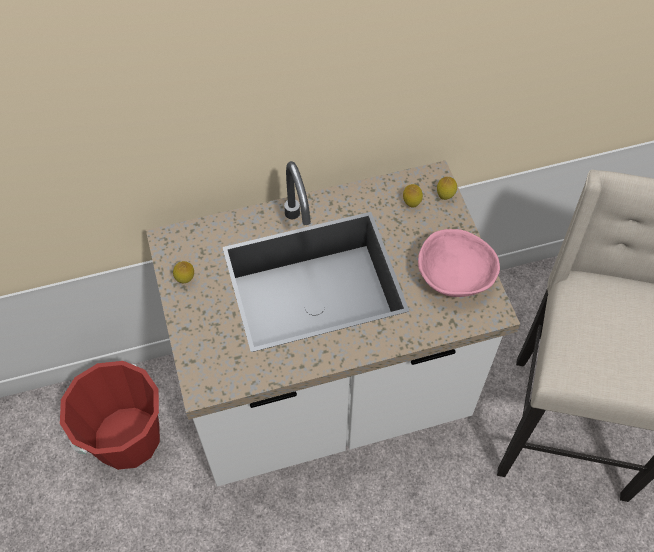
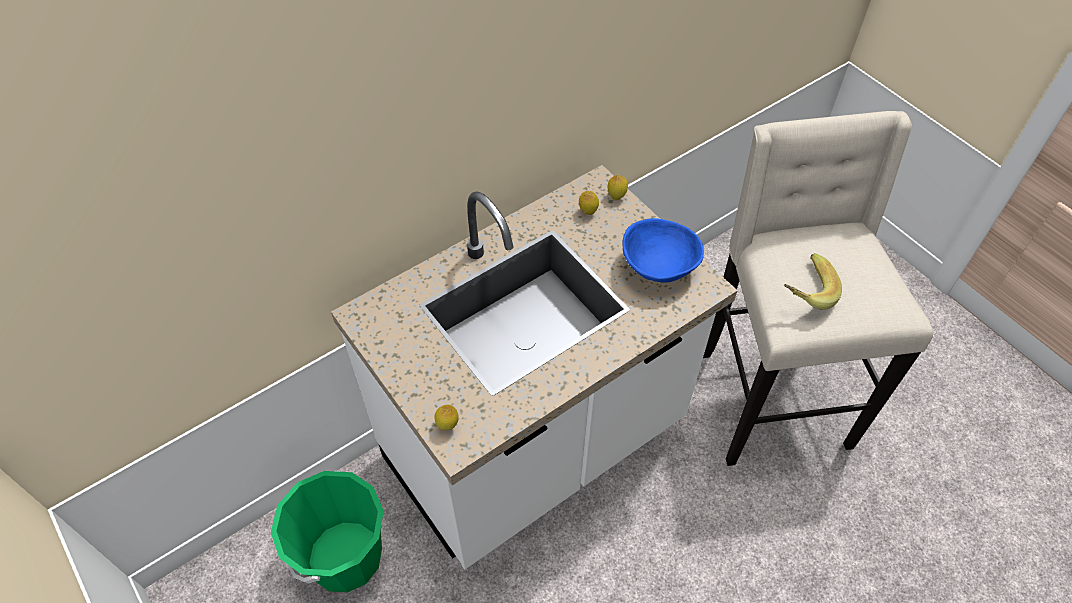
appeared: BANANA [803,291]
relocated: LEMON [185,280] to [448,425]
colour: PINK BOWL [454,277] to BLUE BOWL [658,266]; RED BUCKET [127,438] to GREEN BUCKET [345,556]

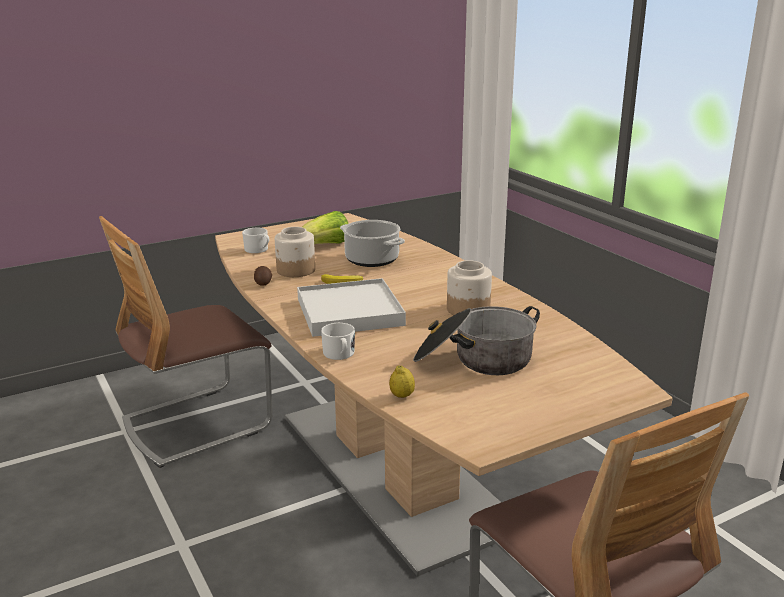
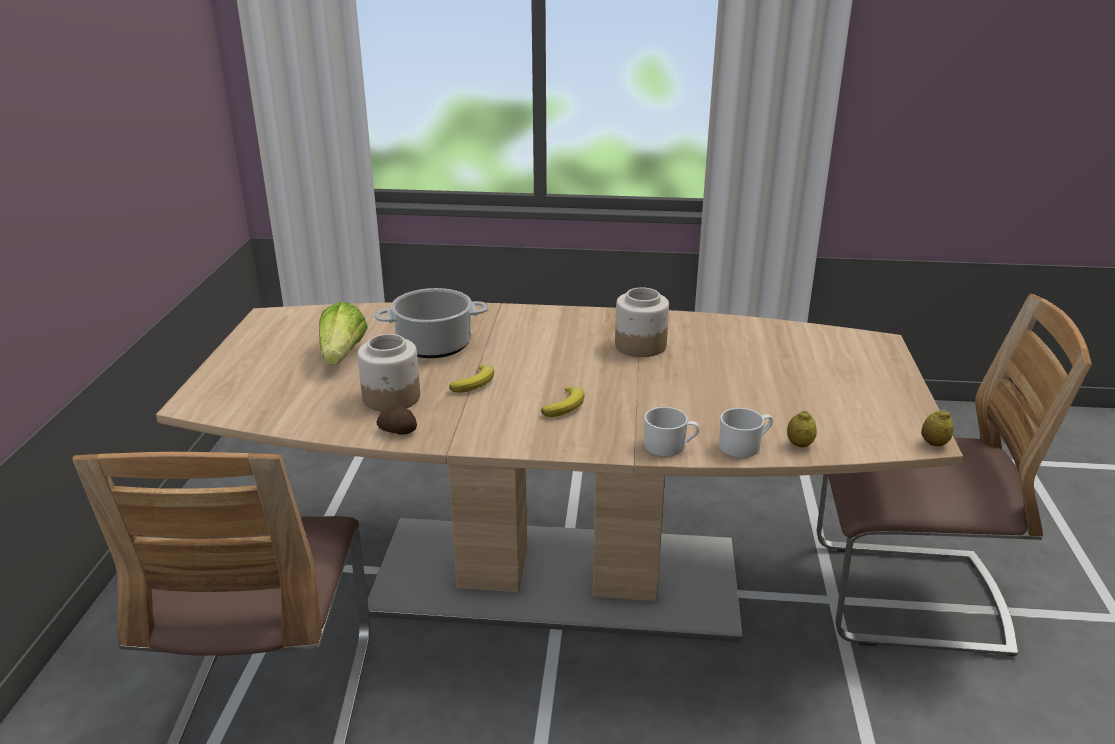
missing: COOKING POT [475,360]
appeared: LEMON [934,443]
relocated: WHITE MUG [258,250] to [744,446]
exchanged: WHITE TRAY [350,312] to BANANA [566,405]

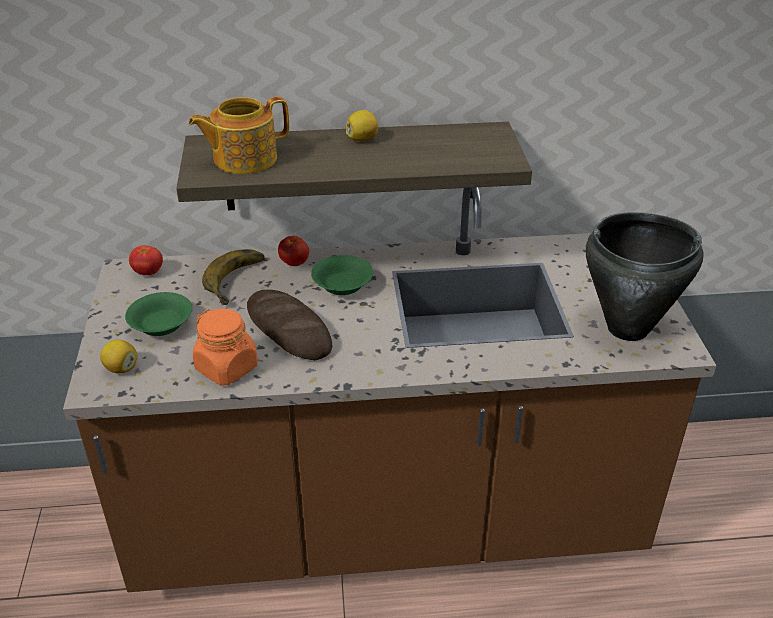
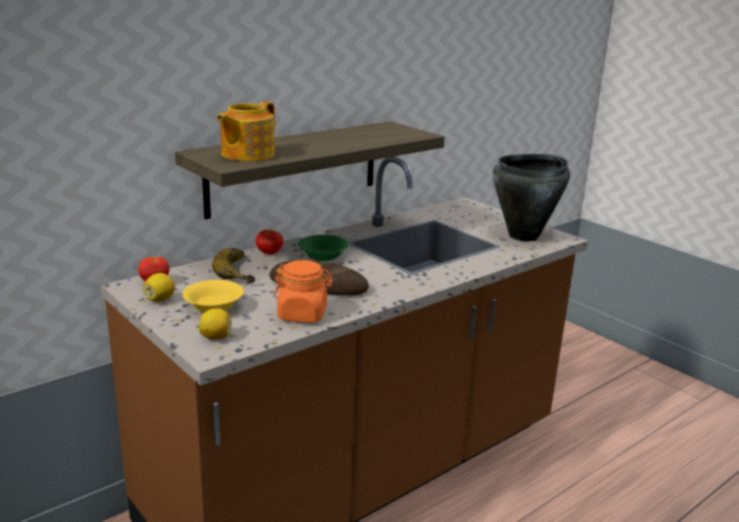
relocated: LEMON [362,139] to [160,299]
colour: GREEN BOWL [162,326] to YELLOW BOWL [214,307]

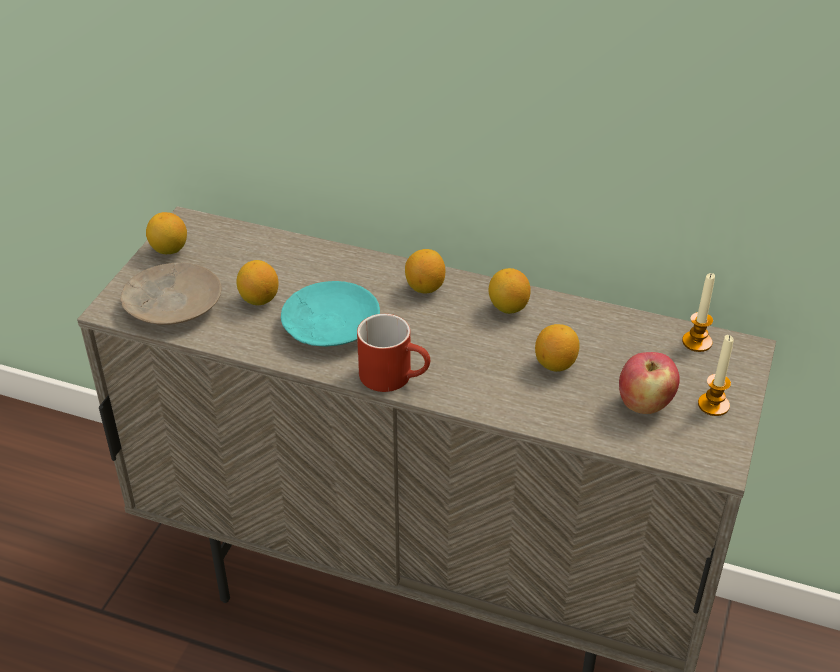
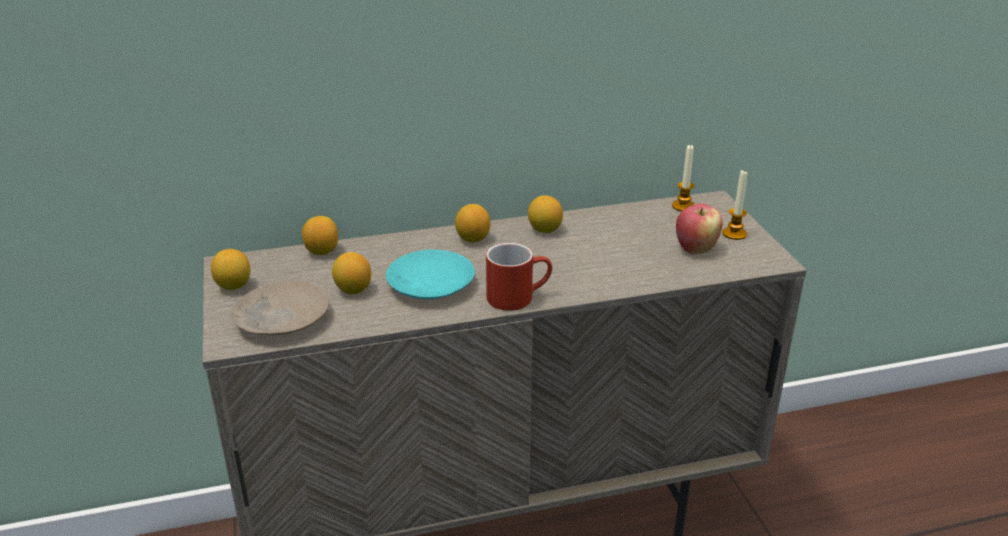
relocated: LEMON [555,364] to [322,251]

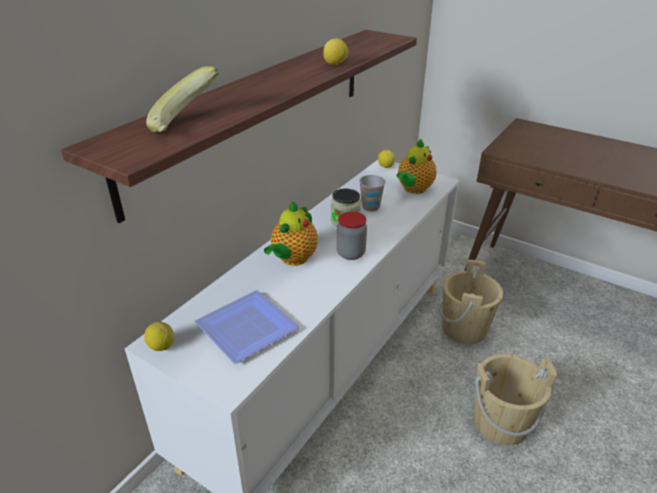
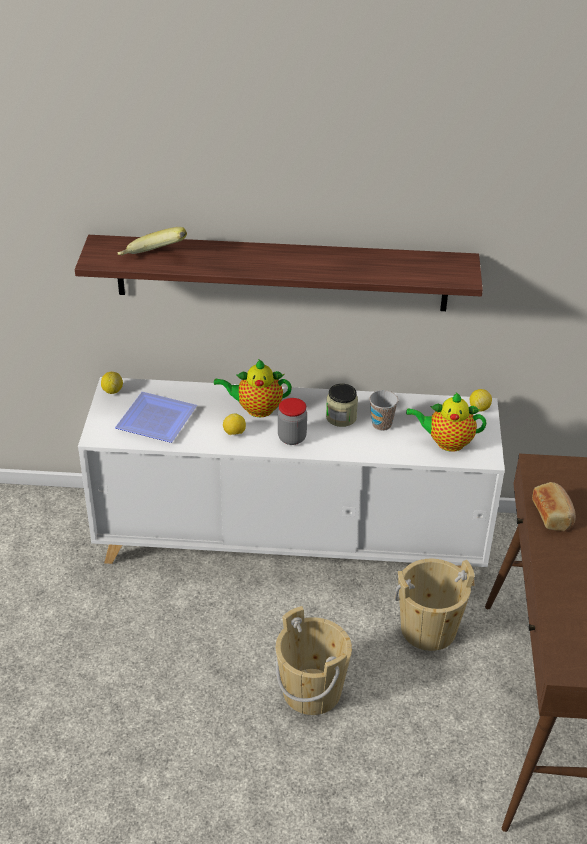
appeared: BREAD [553,514]
relocated: LEMON [335,65] to [234,433]

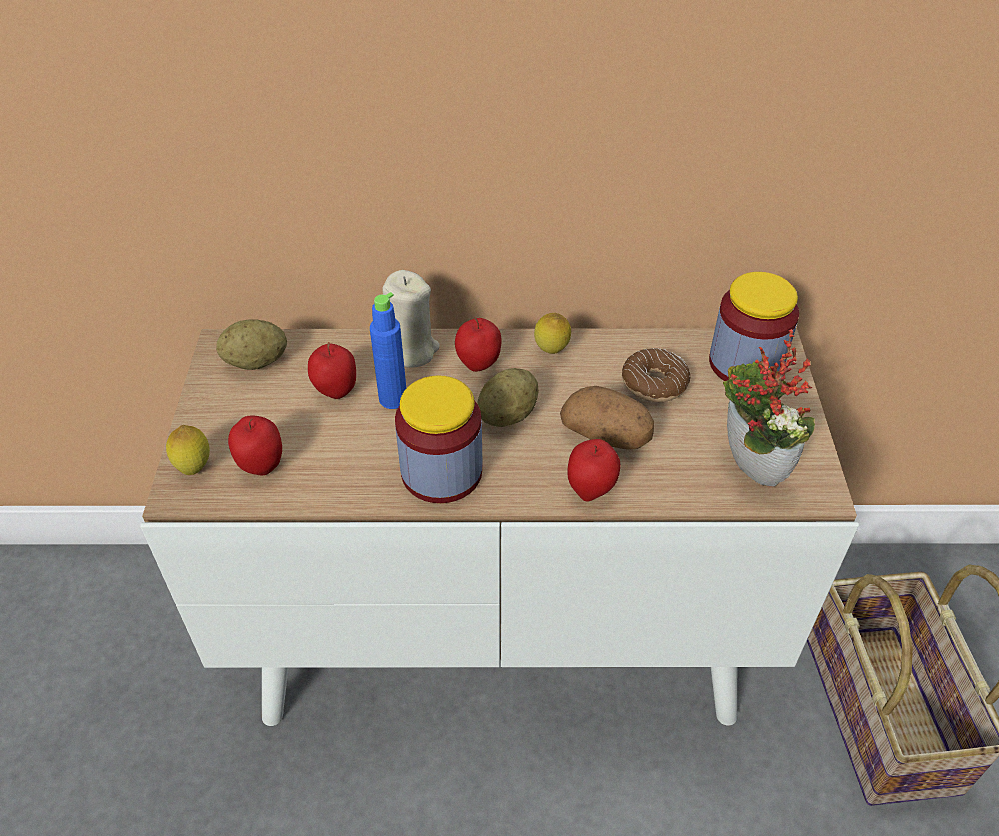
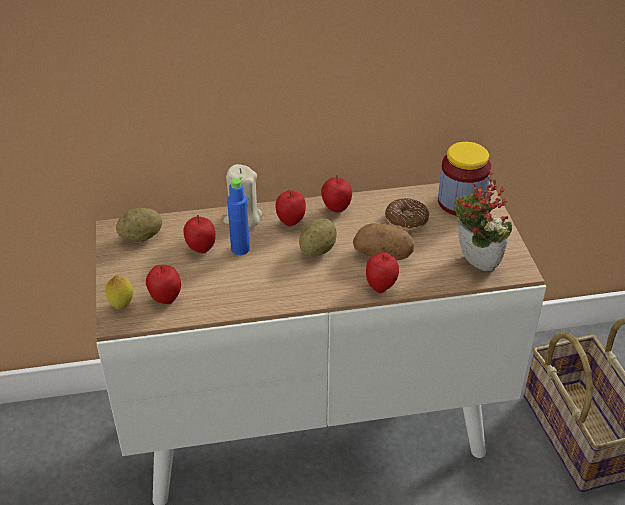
missing: JAR [441,472]
exchanged: LEMON [551,352] to APPLE [336,209]

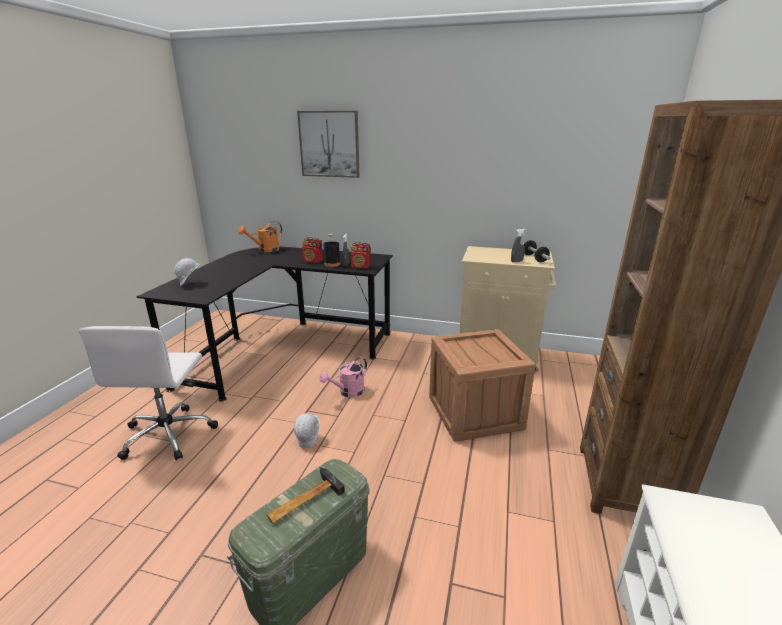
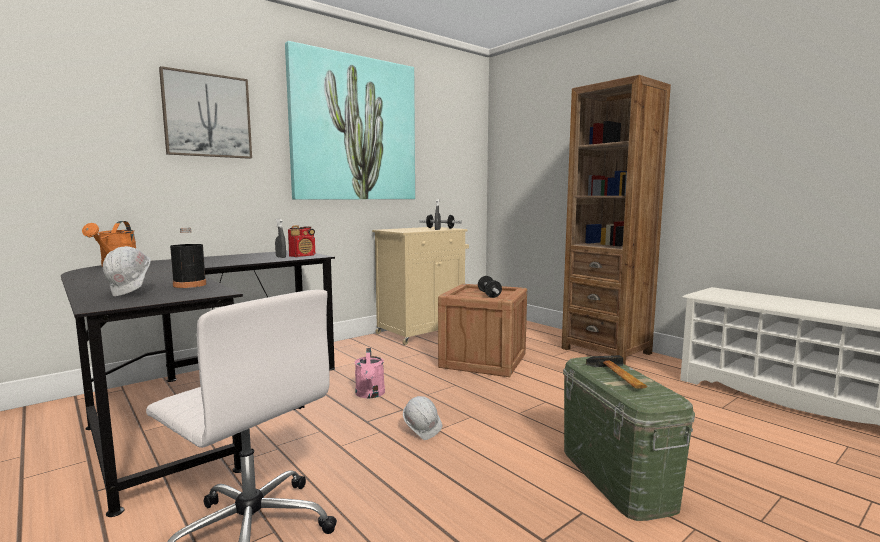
missing: RADIO [313,261]
appeared: PICTURE [354,129]; DUMBBELL [489,294]
relocated: BLACK BOTTLE [332,264] to [189,285]

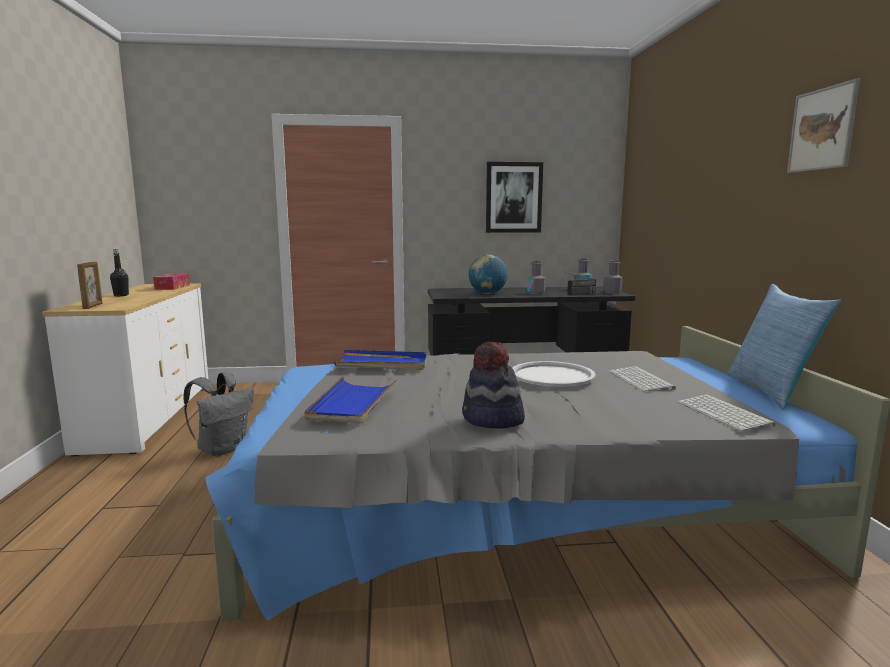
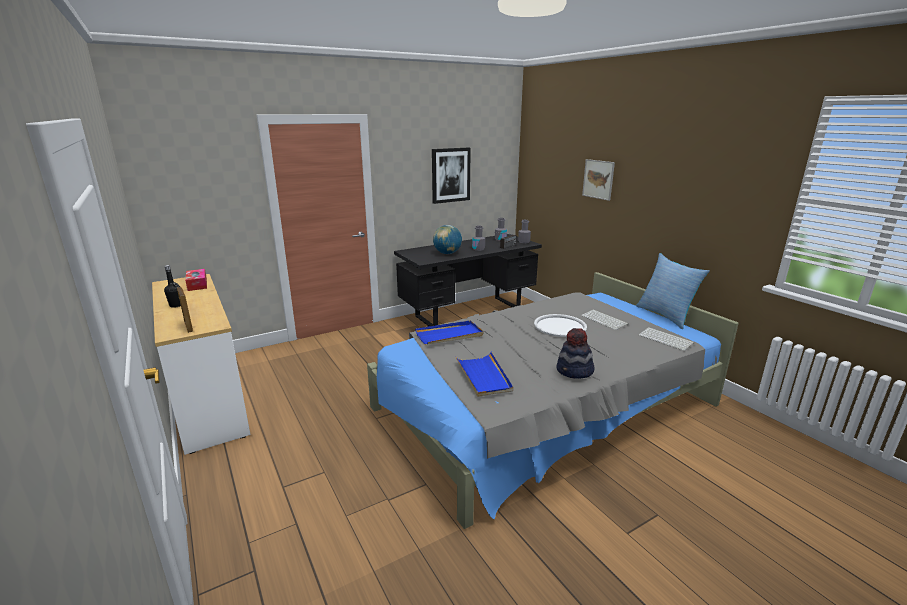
missing: GREY BACKPACK [223,449]
relocated: PICTURE [822,129] to [598,179]

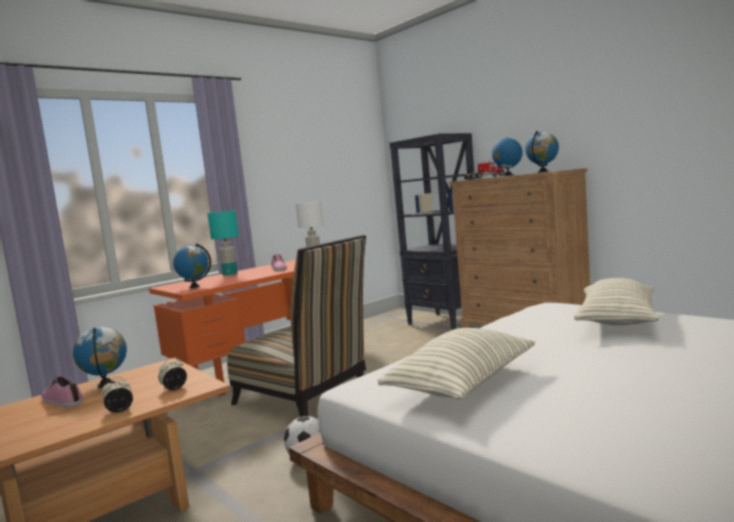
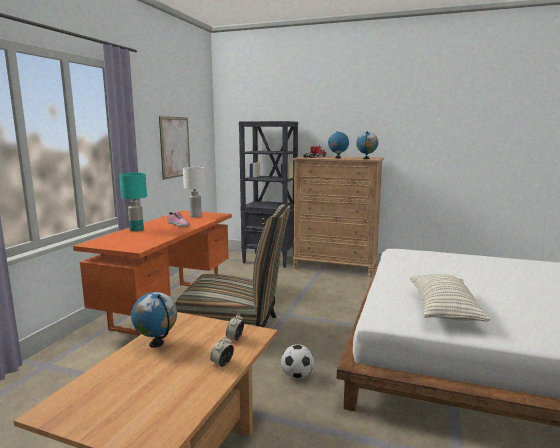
missing: GLOBE [194,286]; PILLOW [617,320]; SHOE [63,400]
appeared: PICTURE [175,147]

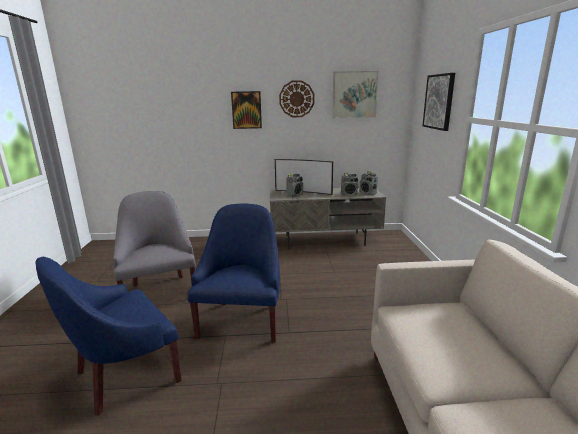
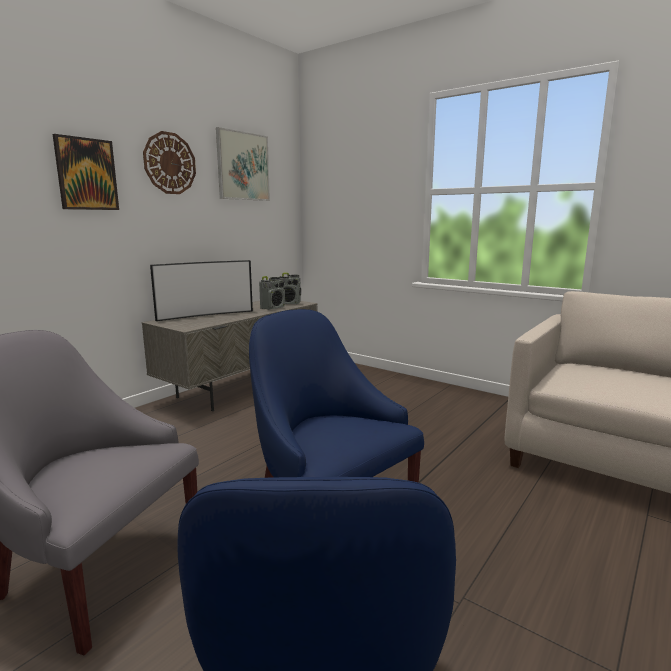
missing: PICTURE [439,101]; RADIO [295,195]

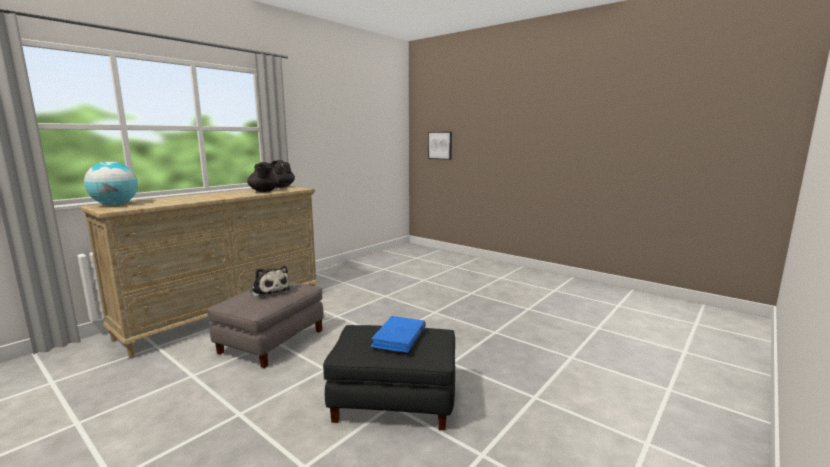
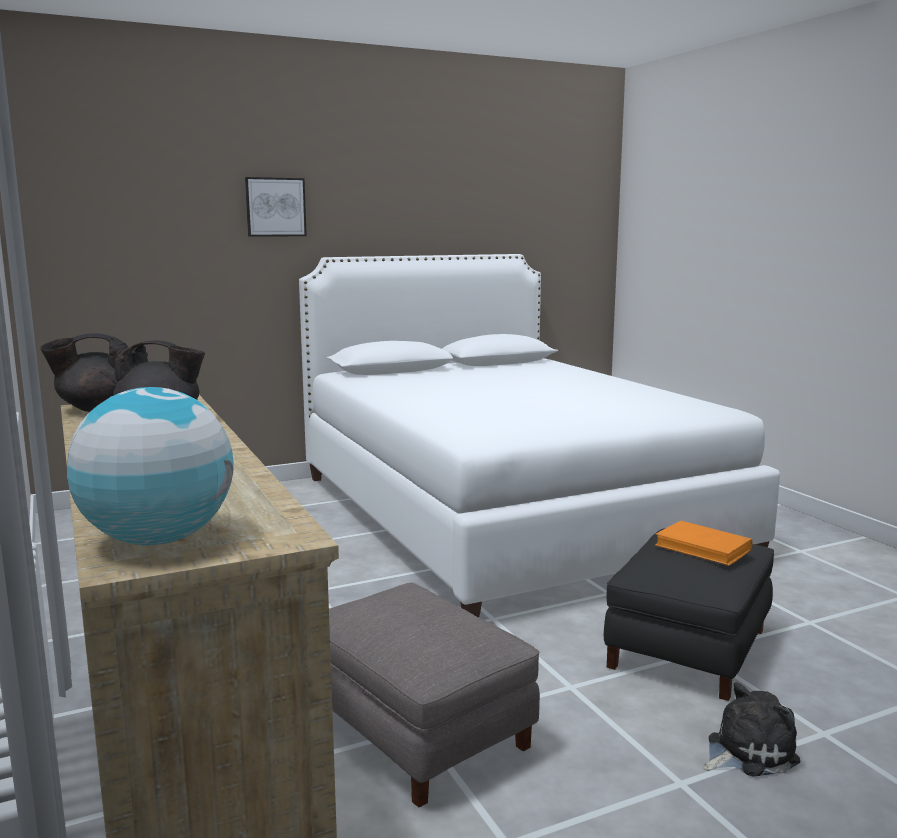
appeared: WHITE BED [506,514]
relocated: PICTURE [440,145] to [275,207]; PLUSH TOY [269,290] to [747,752]
colour: BLUE BOOK [399,337] to ORANGE BOOK [703,548]

